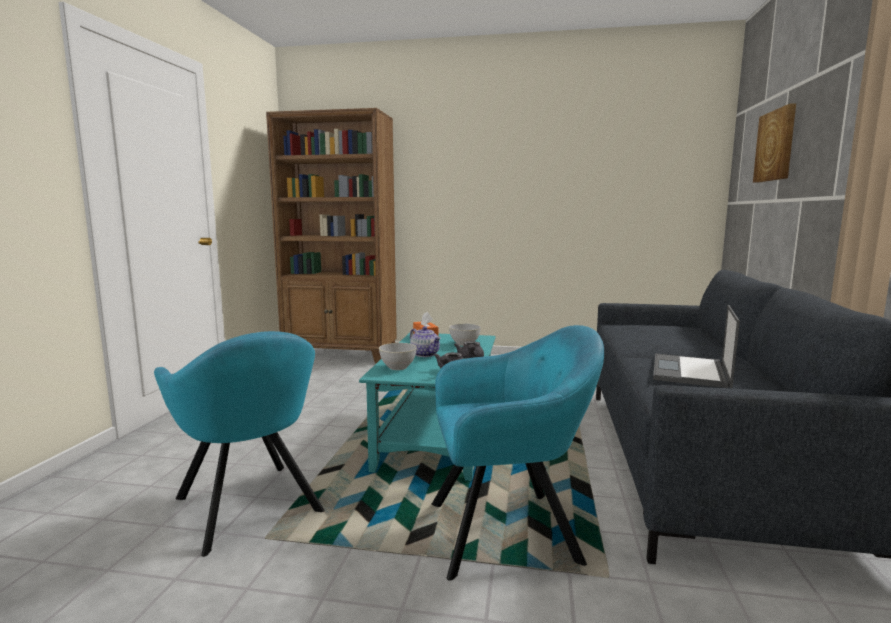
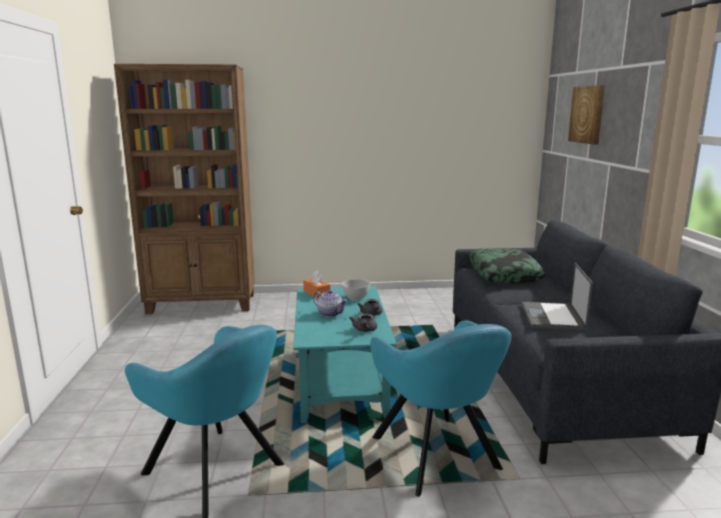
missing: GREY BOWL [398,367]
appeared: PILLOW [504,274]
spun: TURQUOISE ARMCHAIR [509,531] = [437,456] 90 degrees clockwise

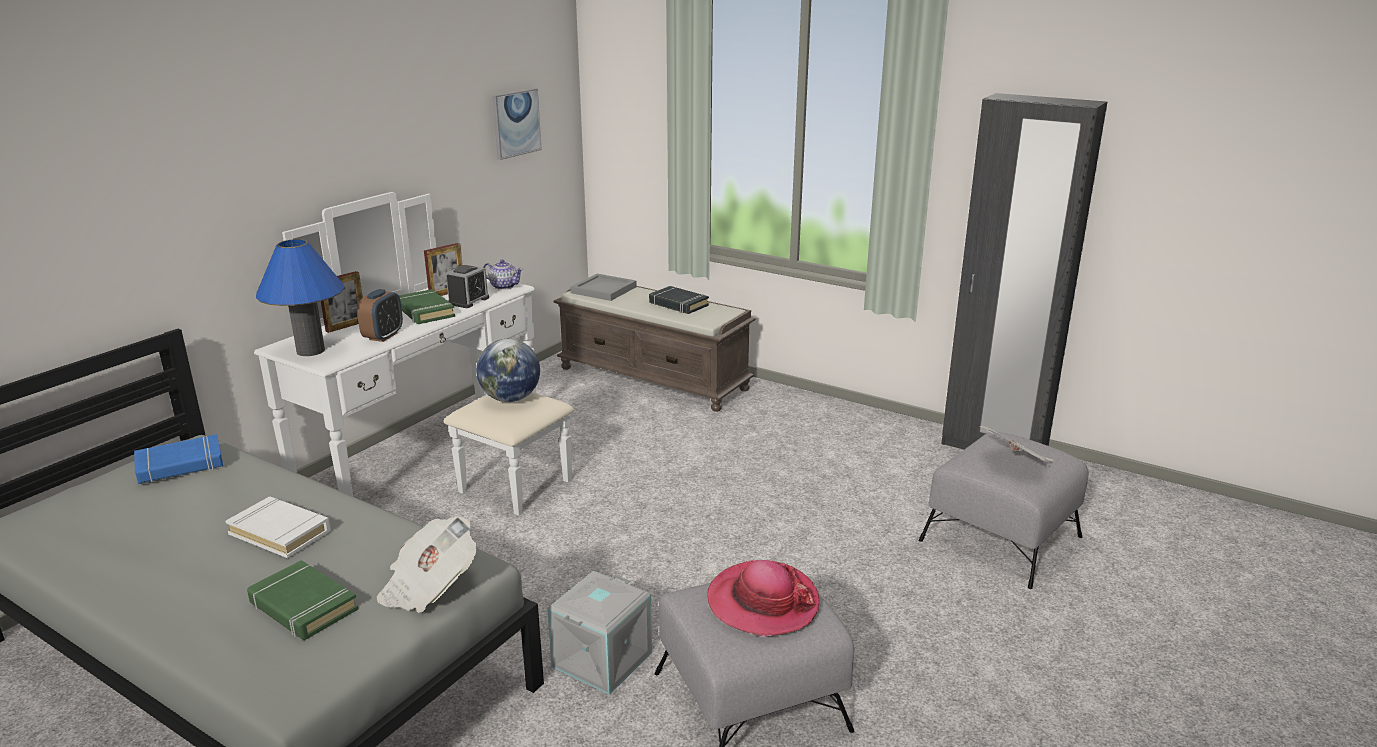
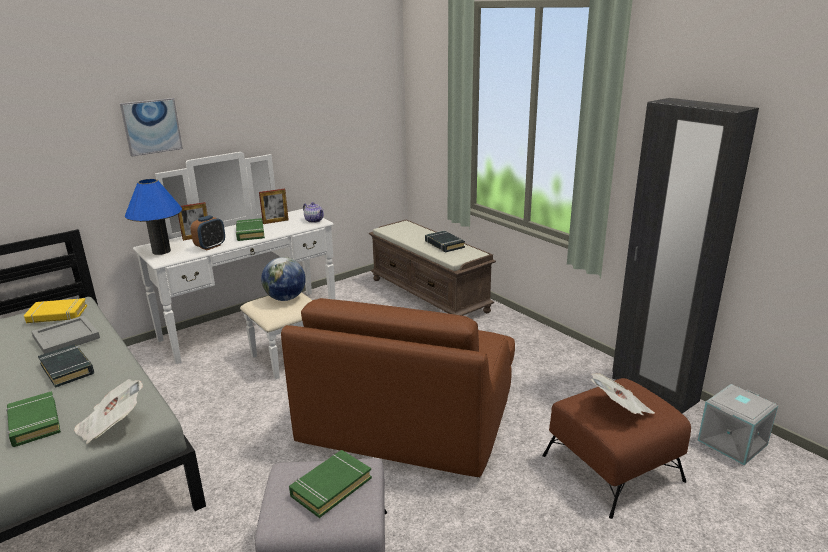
missing: ALARM CLOCK [468,301]
appeared: BROWN ARMCHAIR [407,418]
relocated: PICTURE [516,123] to [151,126]; GREY TRAY [604,290] to [65,338]; GREY STORAGE BOX [603,660] to [733,443]
exchanged: HAT [763,602] to GREEN BOOK [330,487]
colour: GREY OTTOMAN [999,538] to BROWN OTTOMAN [611,468]; BLUE BOOK [180,465] to YELLOW BOOK [57,315]; WHITE BOOK [280,532] to BLACK BOOK [67,369]

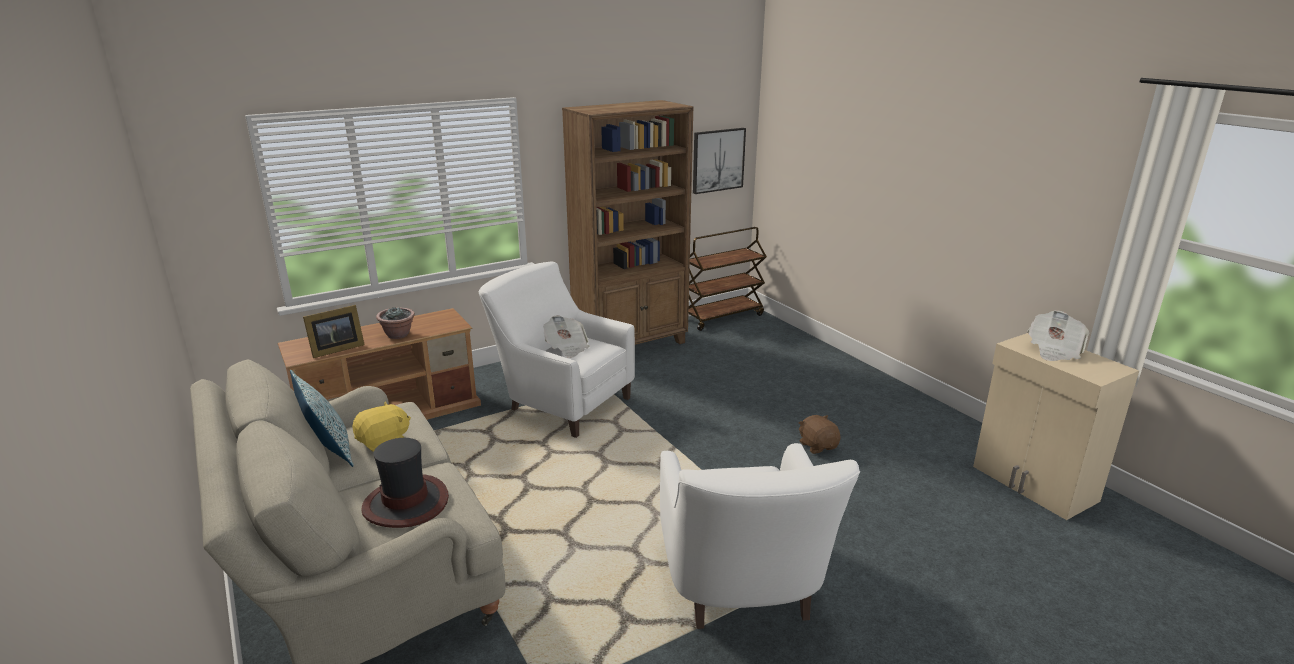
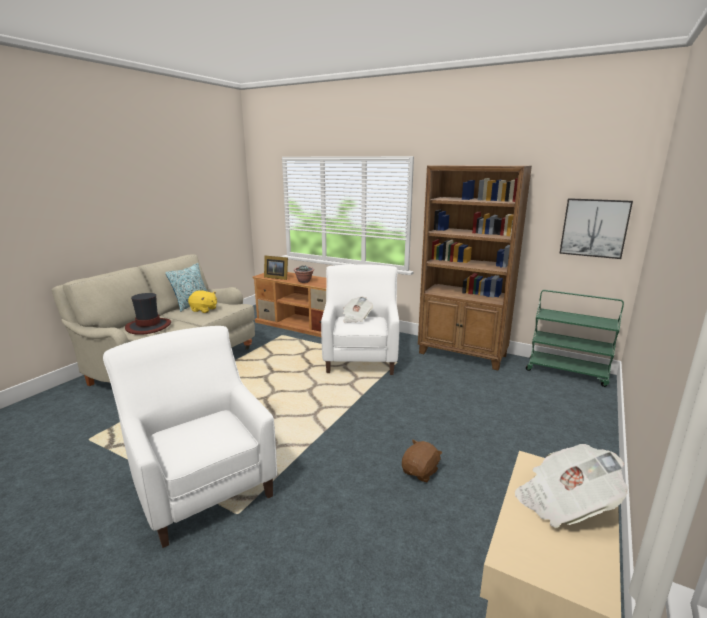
colour: BROWN CART [722,317] to GREEN CART [567,372]
spun: WHITE ARMCHAIR [742,590] = [200,482] 90 degrees clockwise

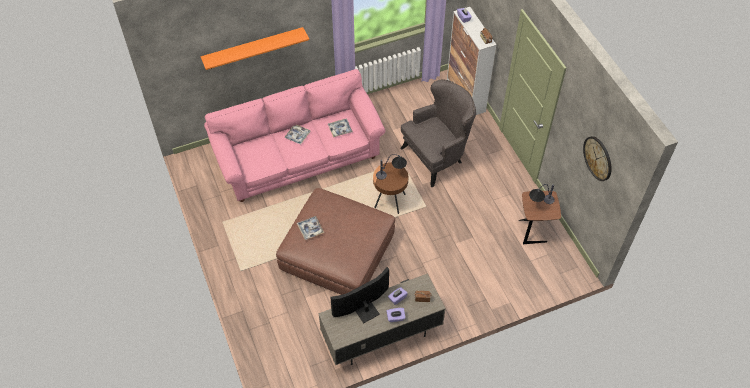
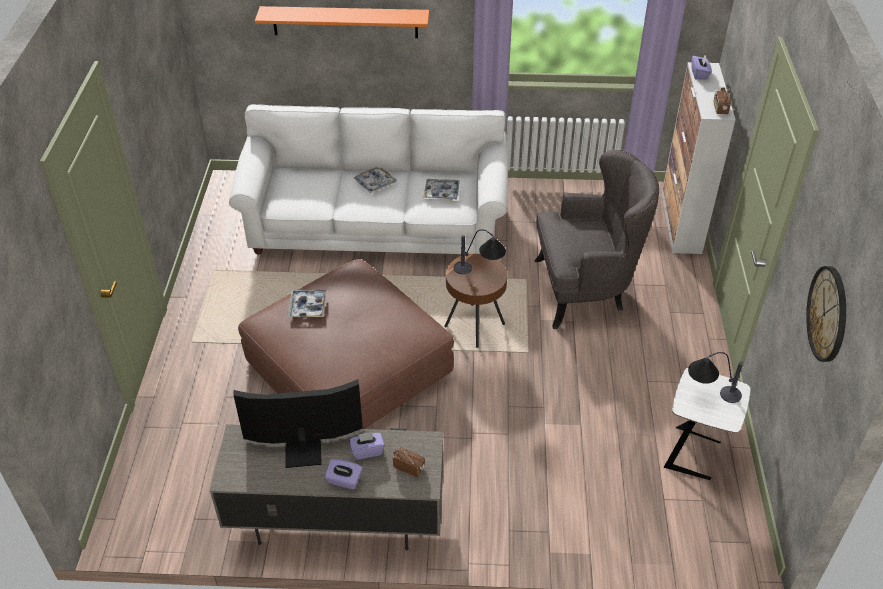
colour: PINK SOFA [298,156] to WHITE SOFA [376,223]; BROWN SIDE TABLE [533,231] to WHITE SIDE TABLE [694,454]

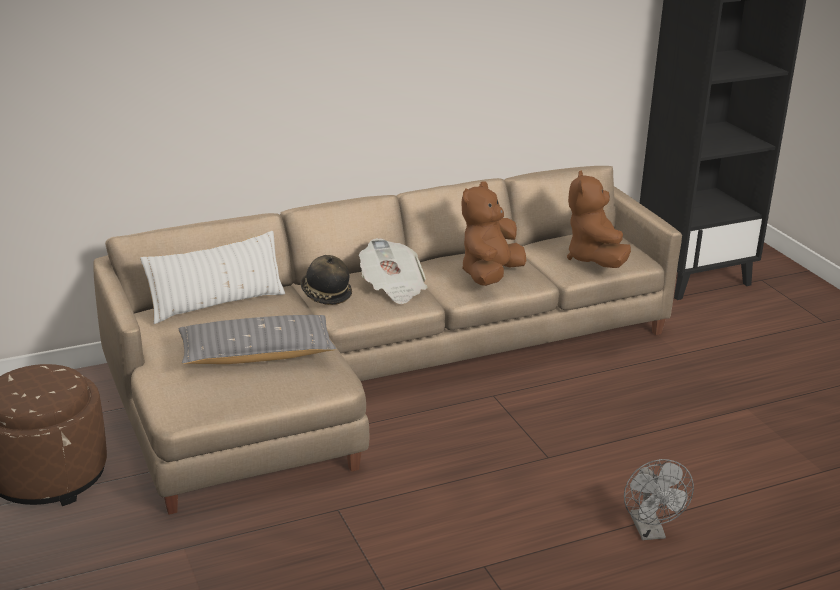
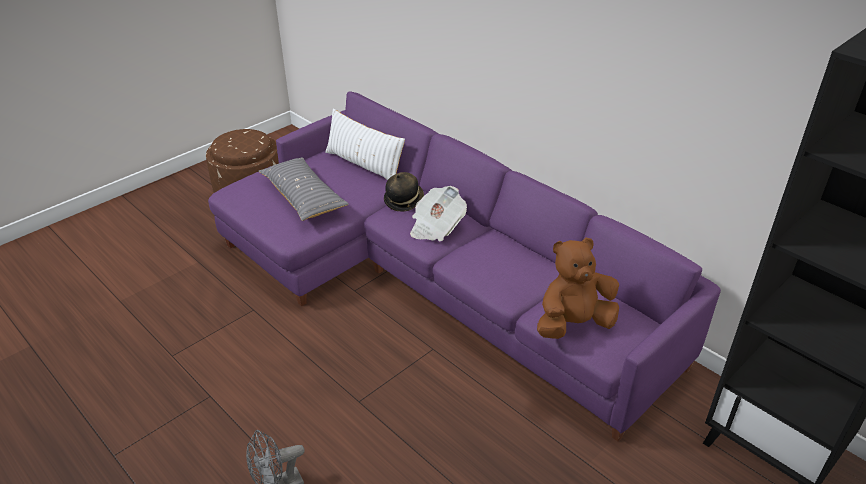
missing: BROWN PLUSH TOY [490,275]
colour: BEIGE SOFA [374,370] to PURPLE SOFA [431,278]

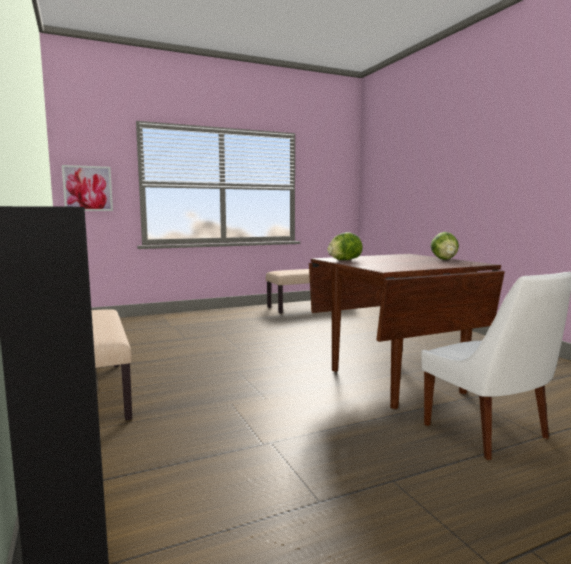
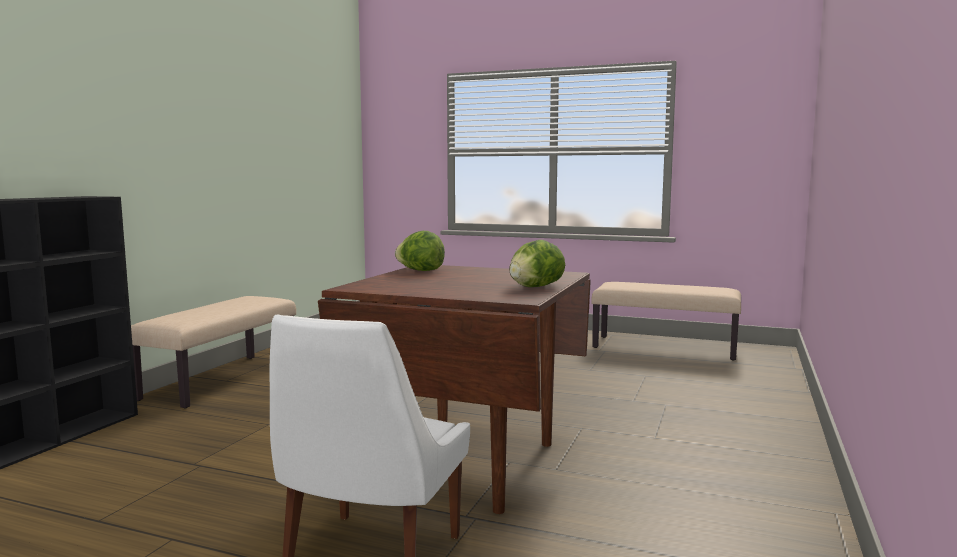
missing: PICTURE [88,188]

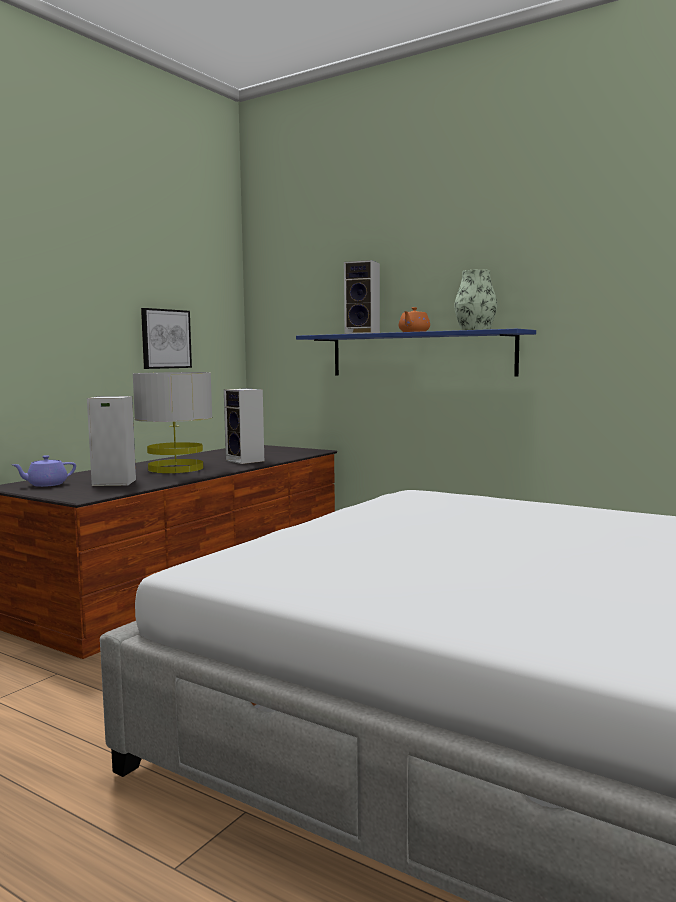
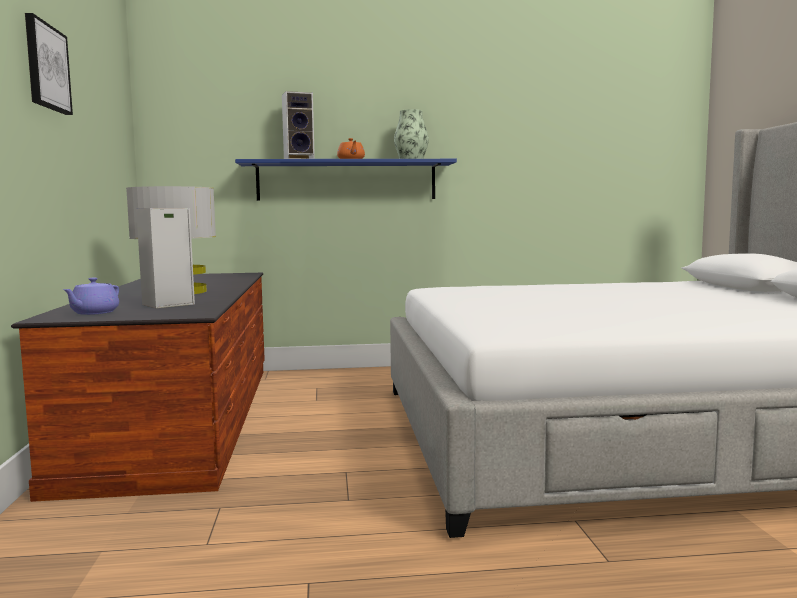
missing: SPEAKER [246,461]
relocated: PICTURE [165,339] to [46,67]

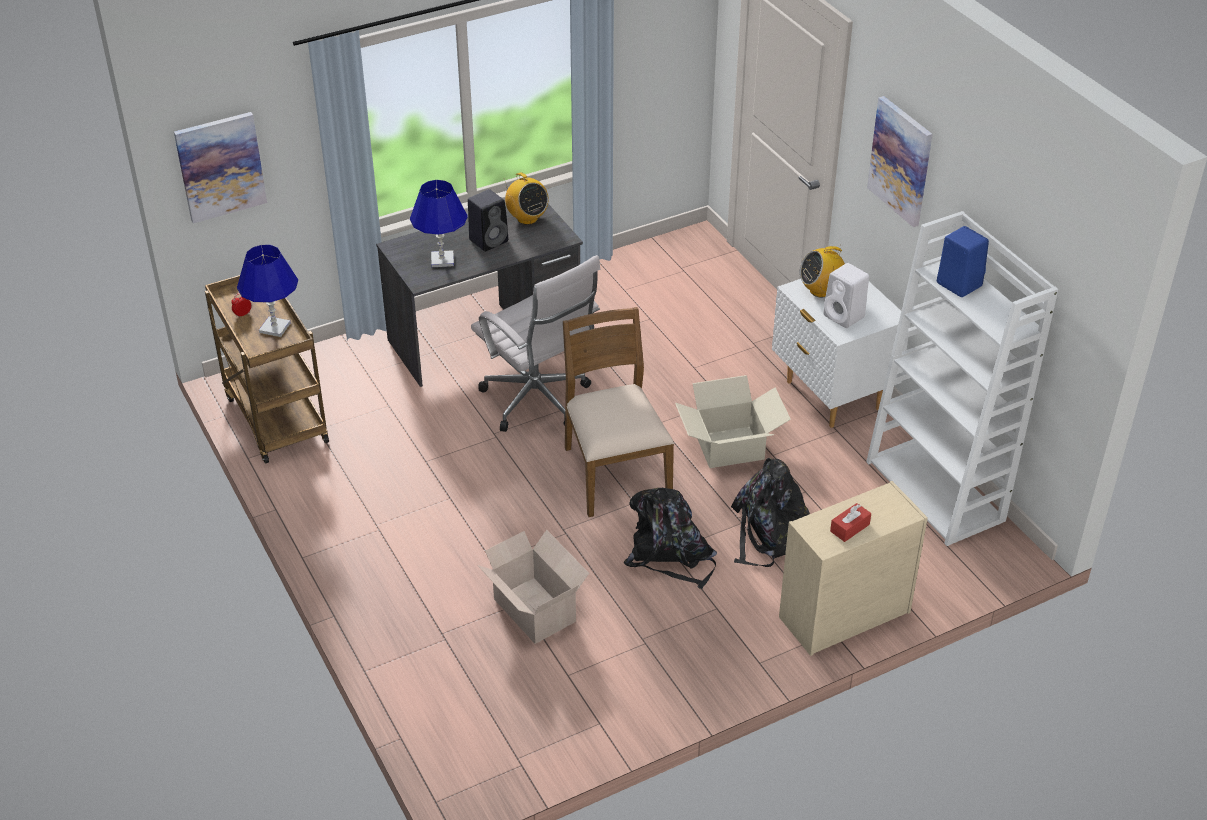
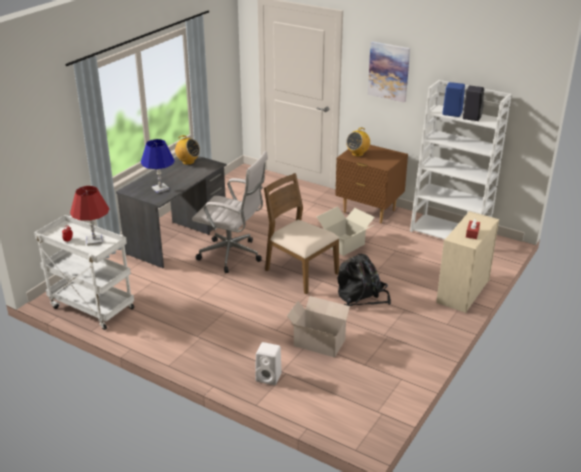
missing: PICTURE [220,166]; BLACK BACKPACK [768,534]
relocated: BLACK SPEAKER [489,240] to [471,117]; WHITE SPEAKER [845,317] to [269,377]
colour: BLUE TABLE LAMP [275,327] to RED TABLE LAMP [94,240]; BROWN CART [274,418] to WHITE CART [90,308]; WHITE NIGHTSTAND [832,395] to BROWN NIGHTSTAND [369,211]

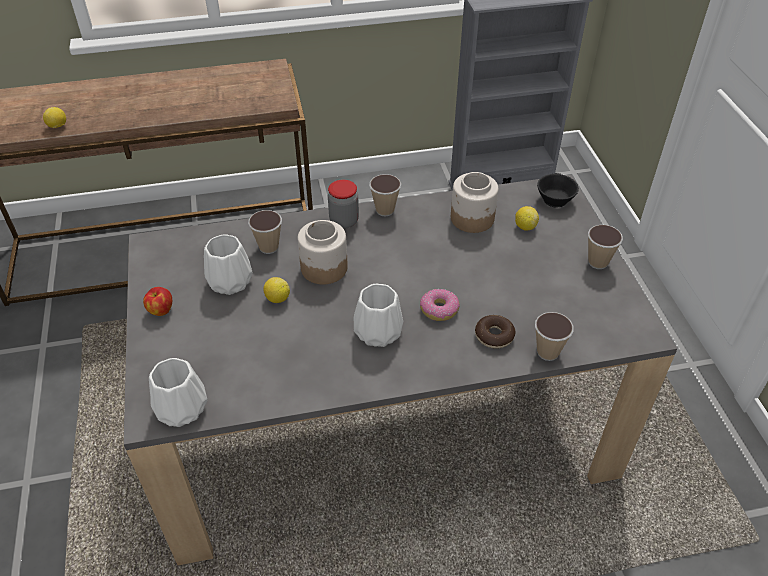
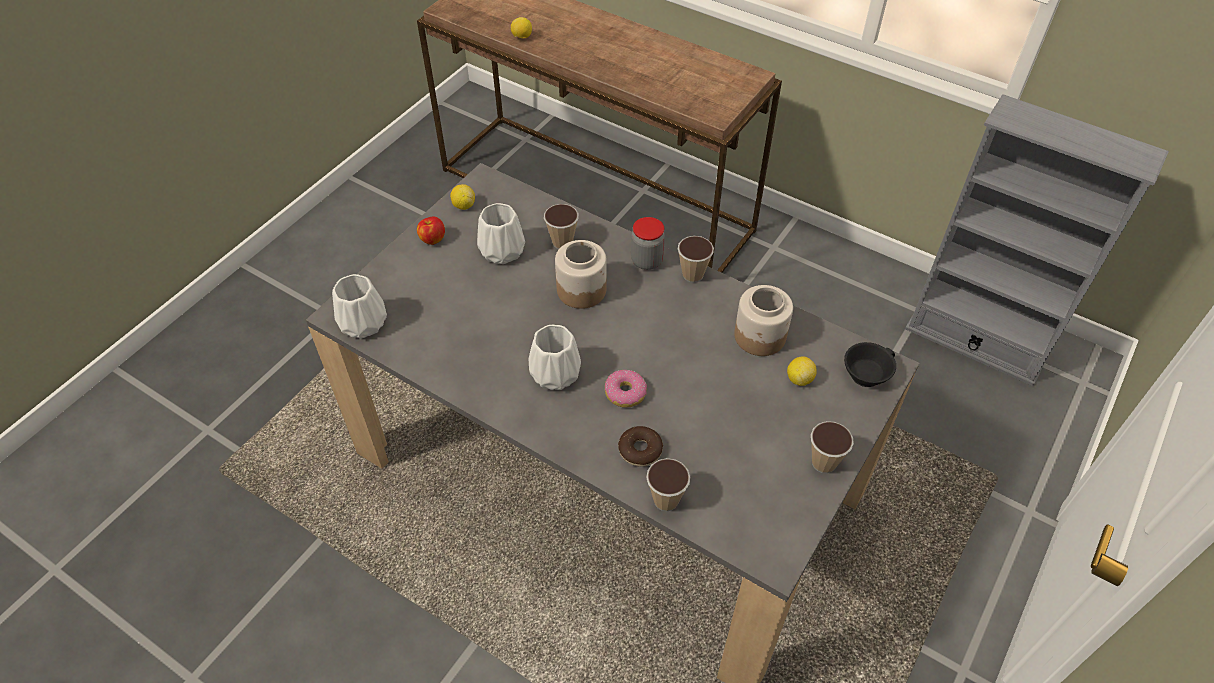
relocated: LEMON [277,298] to [463,205]

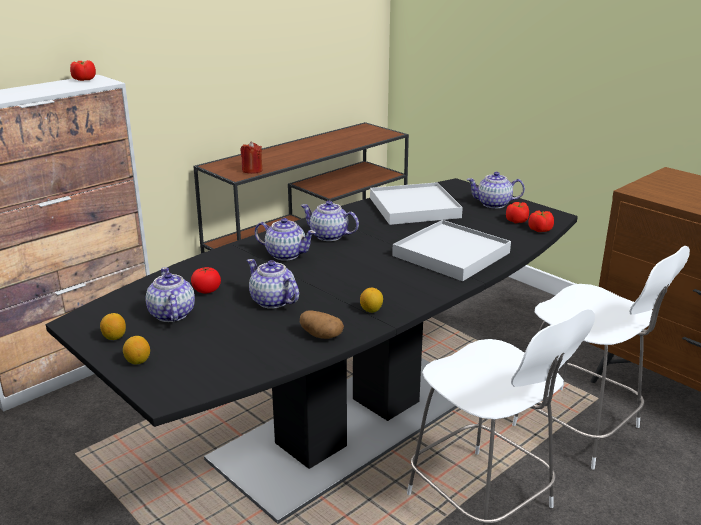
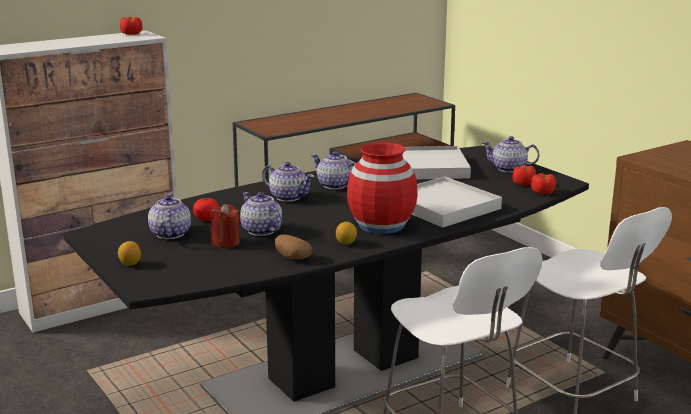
missing: LEMON [114,337]
appeared: RED VASE [382,225]
relocated: RED CANDLE [252,170] to [225,242]

